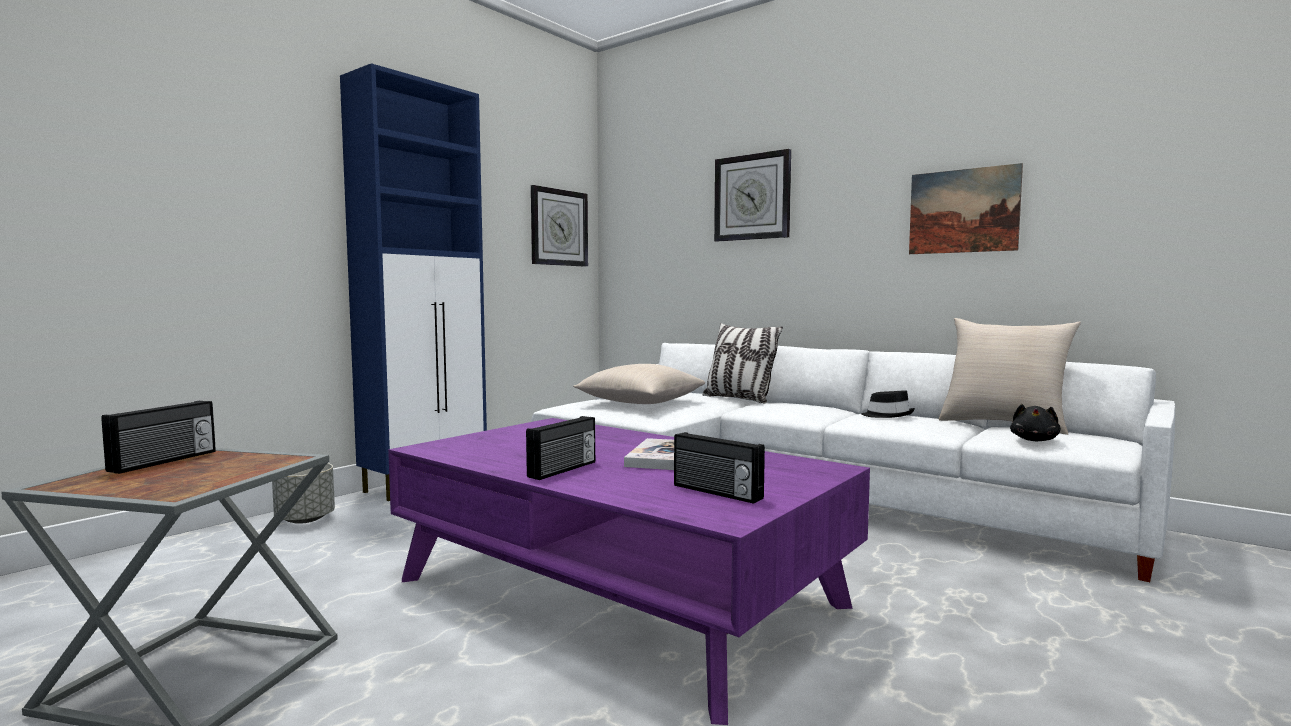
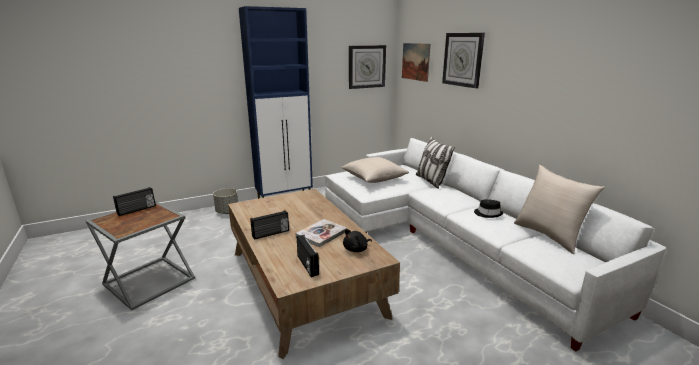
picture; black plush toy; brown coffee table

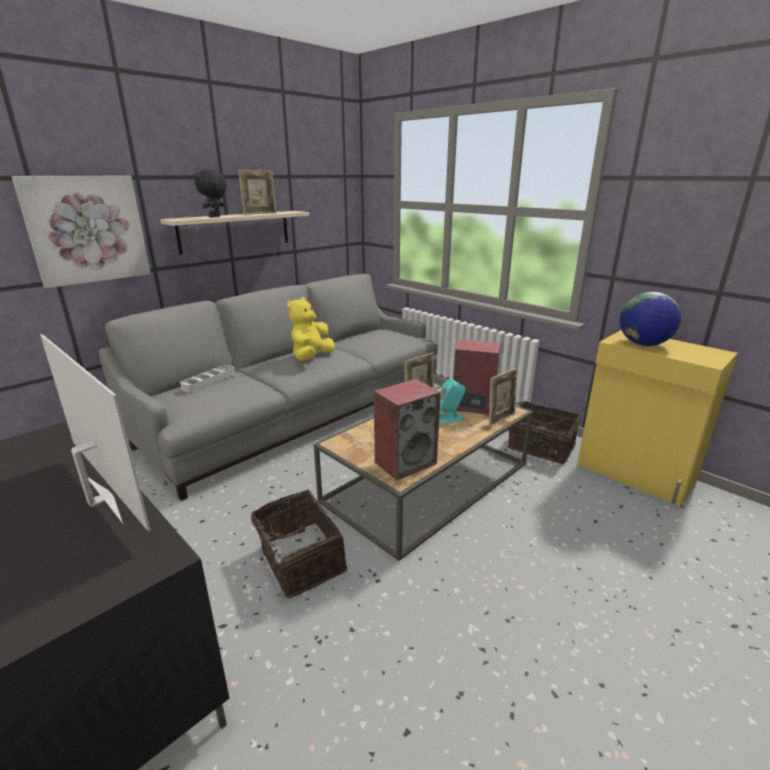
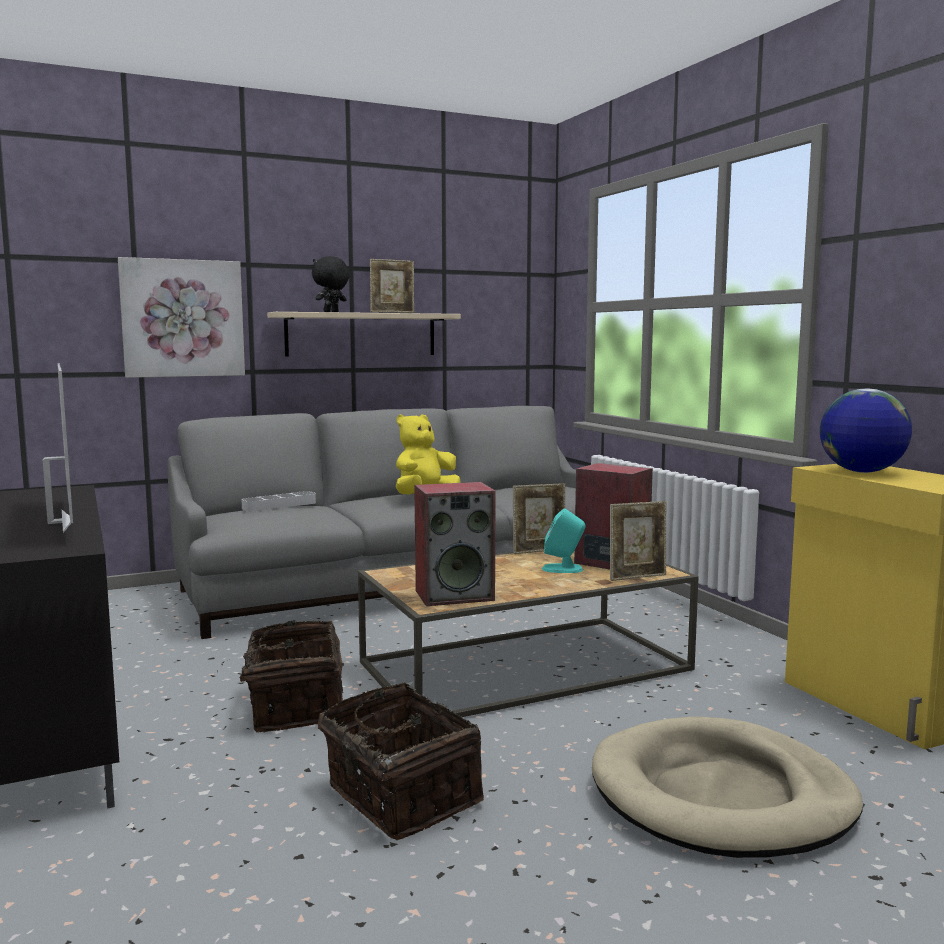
basket (no. 2 from left); beige dog bed

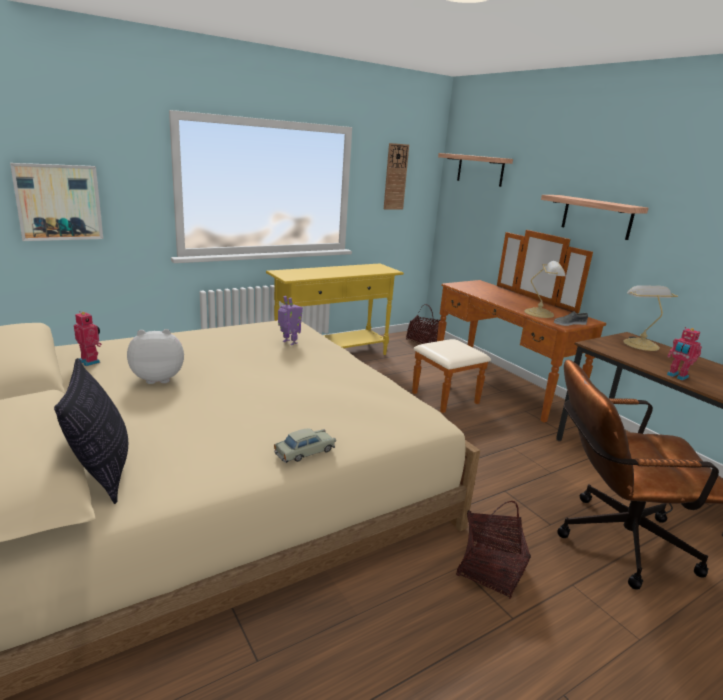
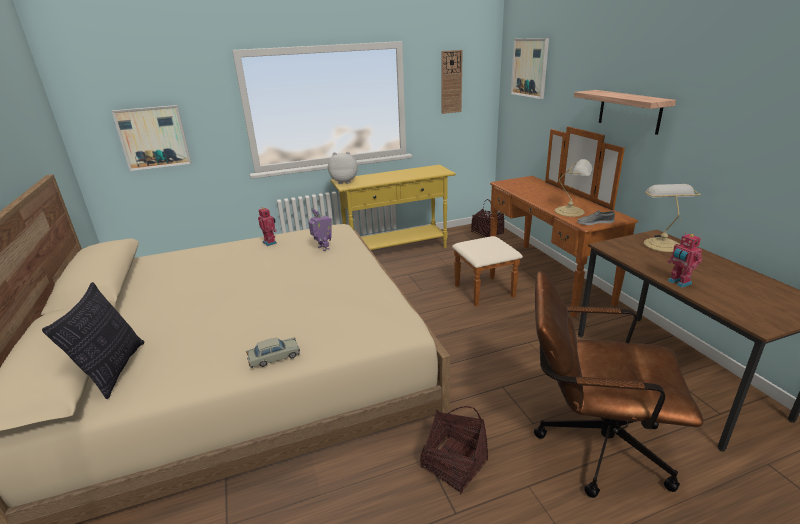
picture (no. 2 from left); toy robot (no. 1 from left); plush toy

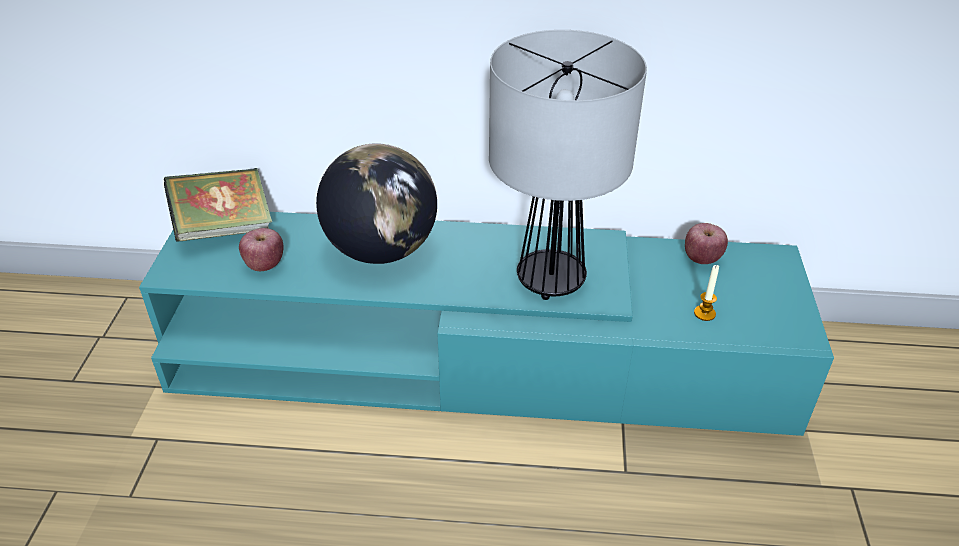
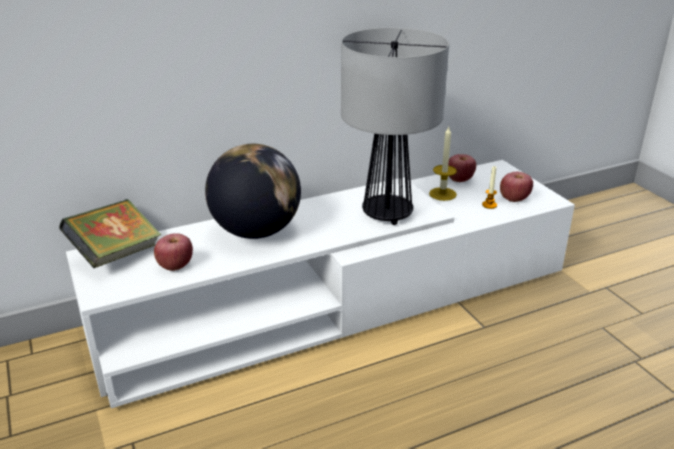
white tv stand; candle (no. 1 from left); apple (no. 3 from left)

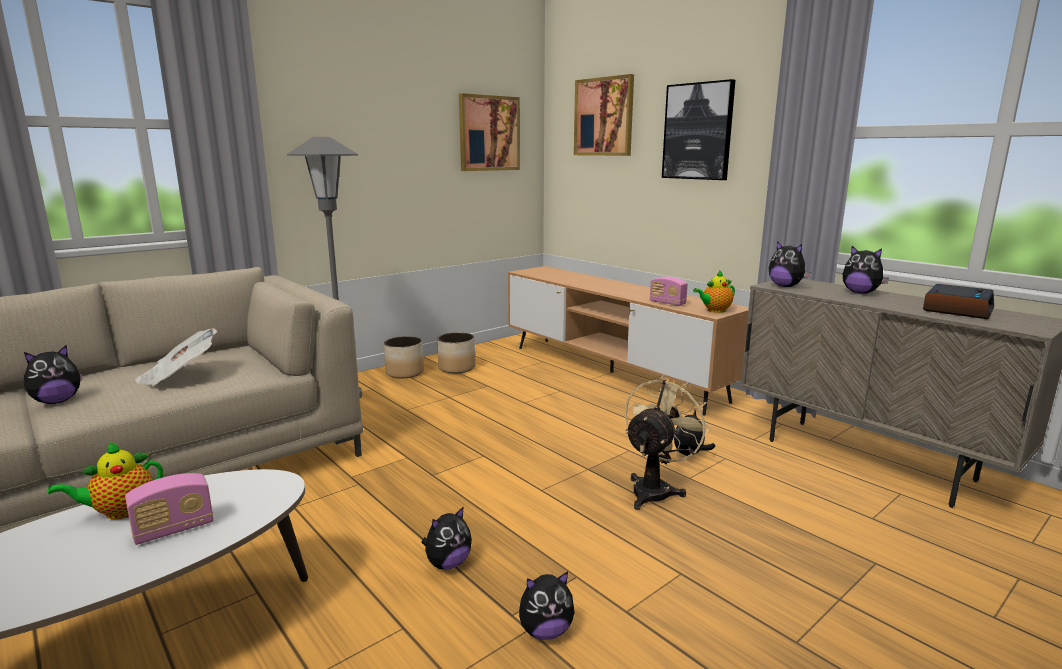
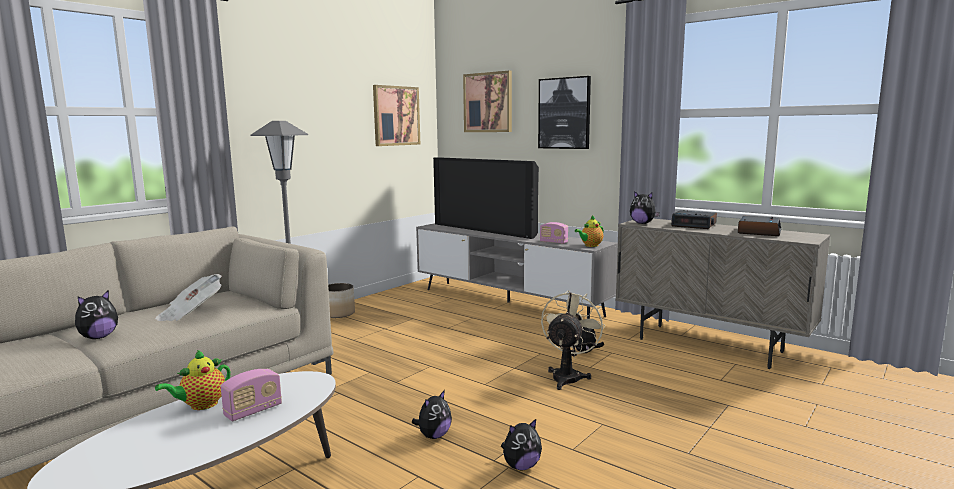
alarm clock (no. 1 from left); grey tv stand; planter (no. 2 from left in the first image); television

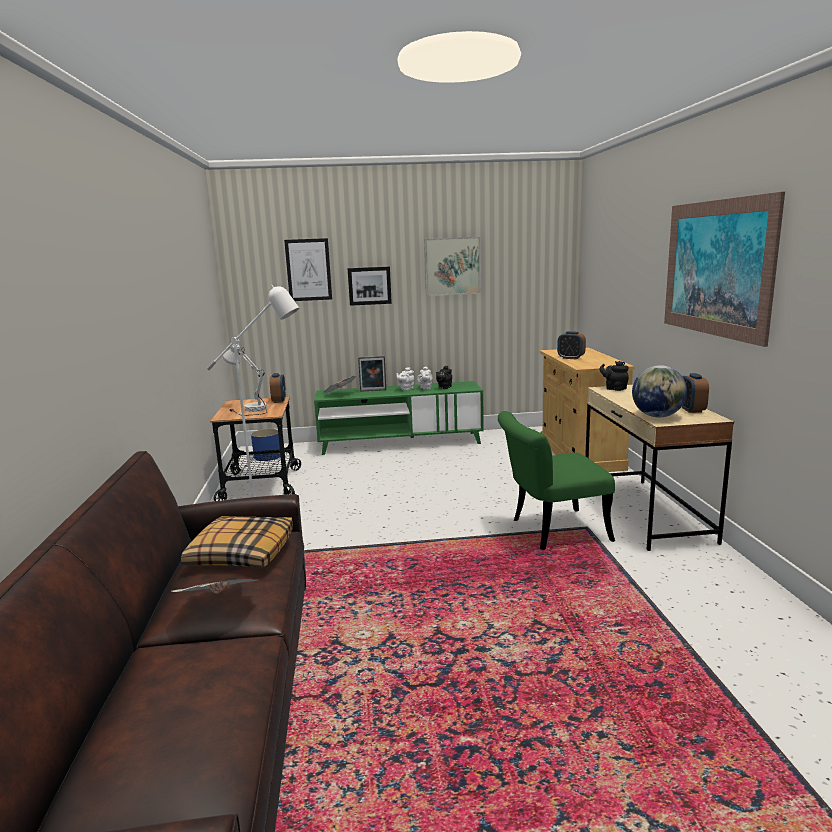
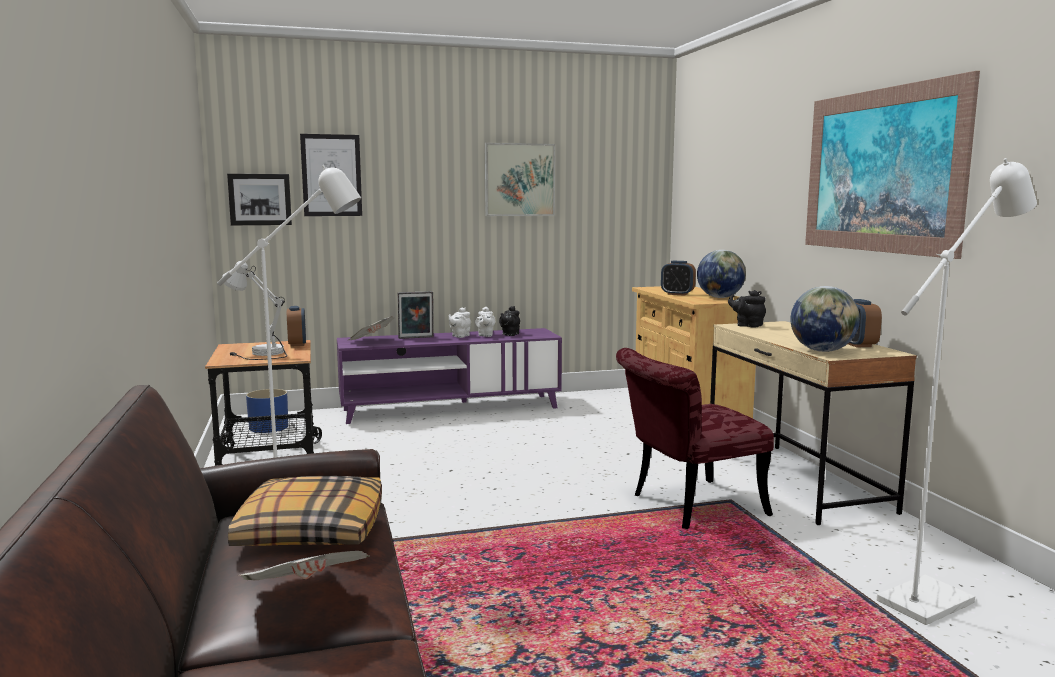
picture (no. 1 from left); purple tv stand; red chair; white floor lamp (no. 2 from left); globe (no. 1 from left)

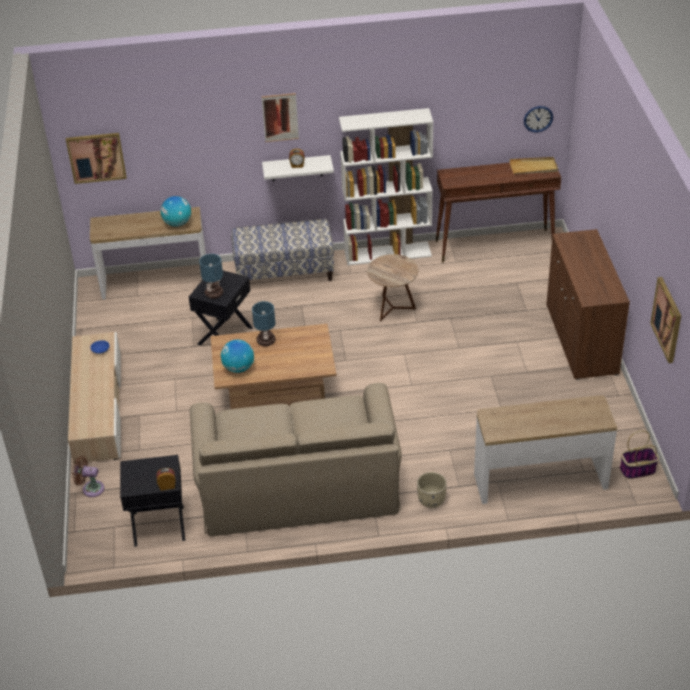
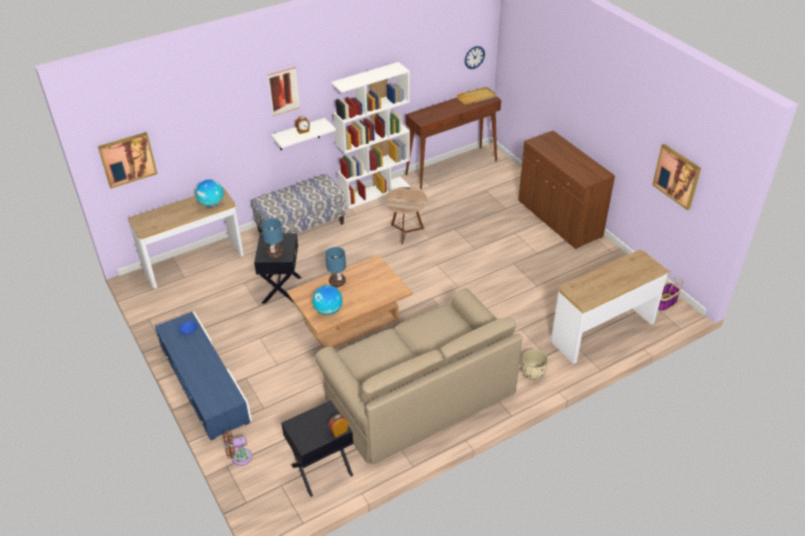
blue tv stand

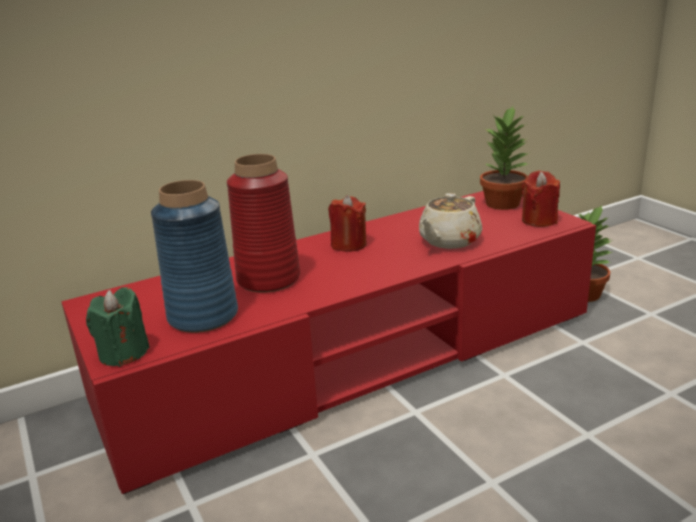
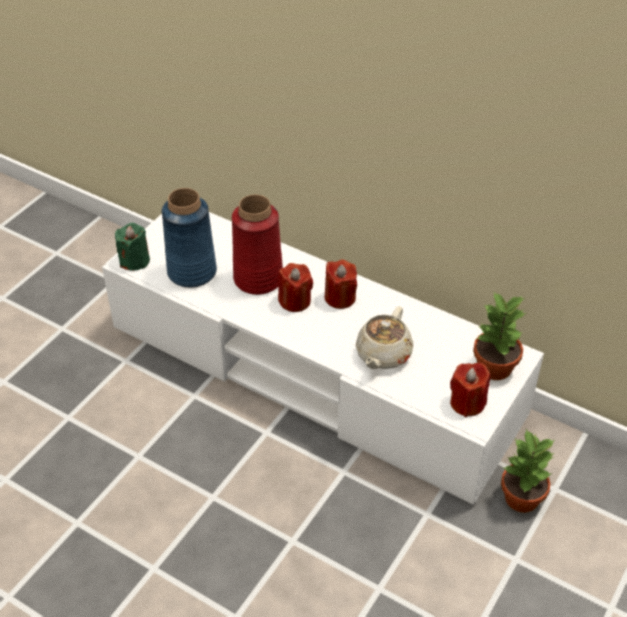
white tv stand; beige teapot; red candle (no. 1 from left)

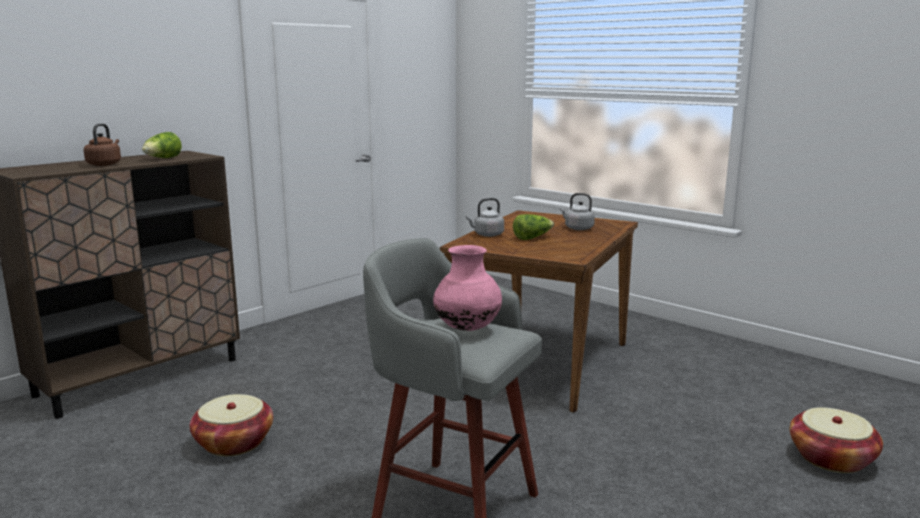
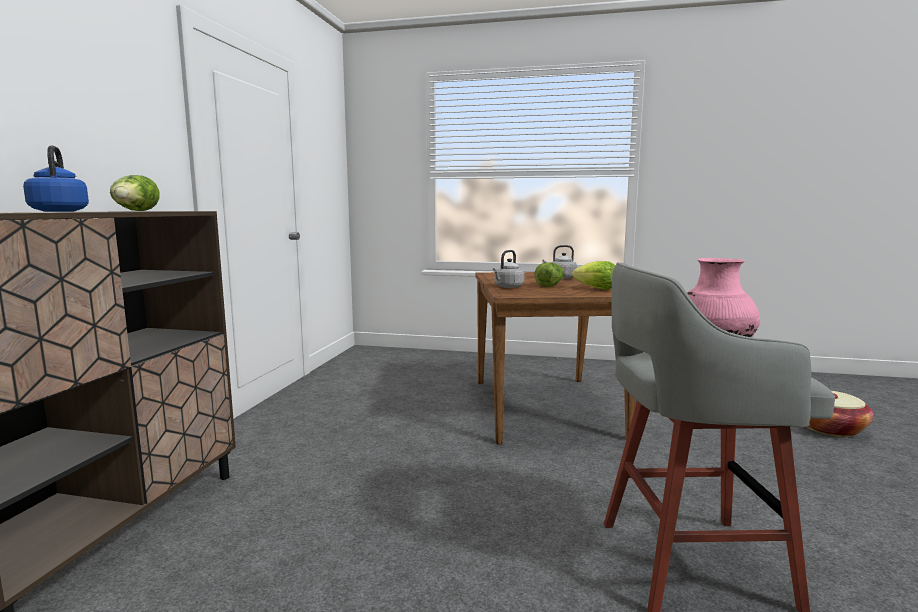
blue kettle; basket (no. 1 from left in the first image); lettuce (no. 3 from left)

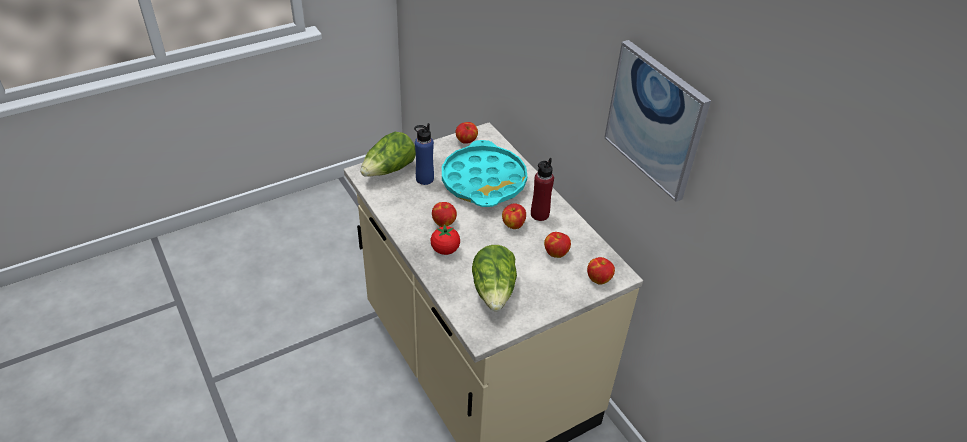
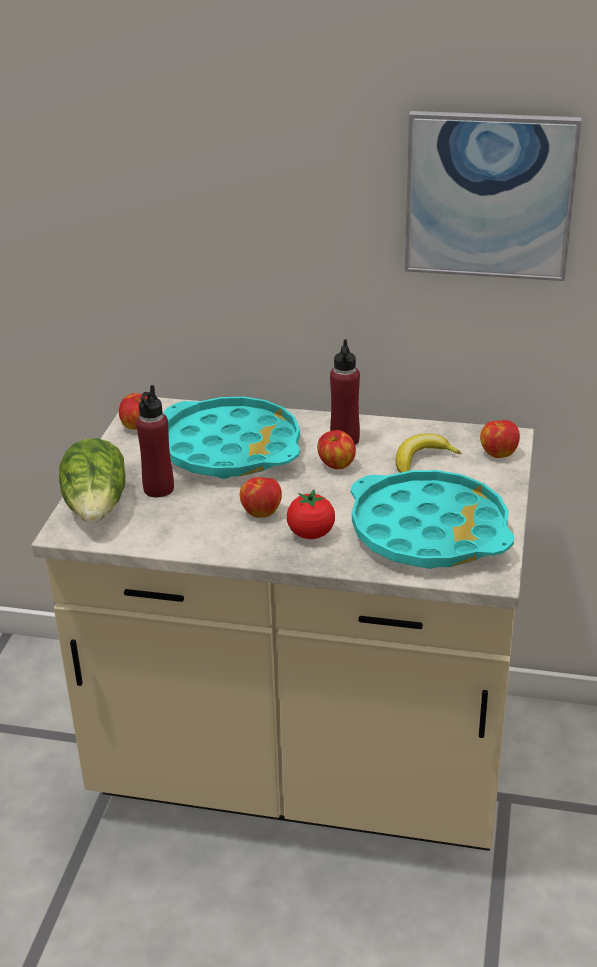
red bottle (no. 1 from left); banana; turquoise tray (no. 2 from left)

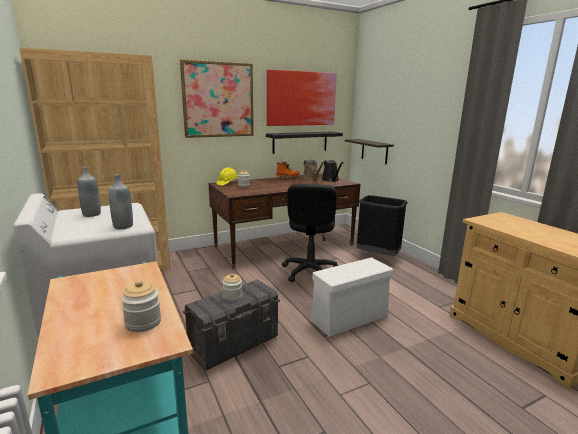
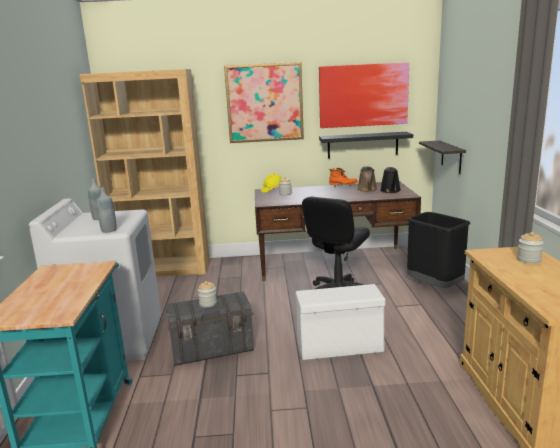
jar (no. 3 from left)

